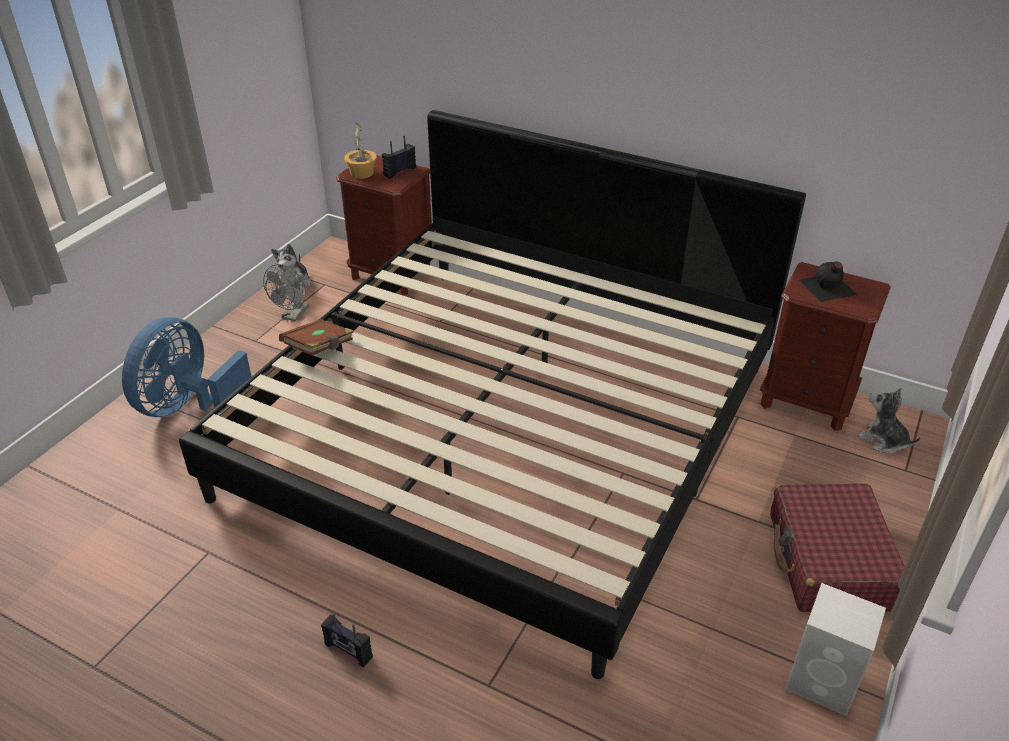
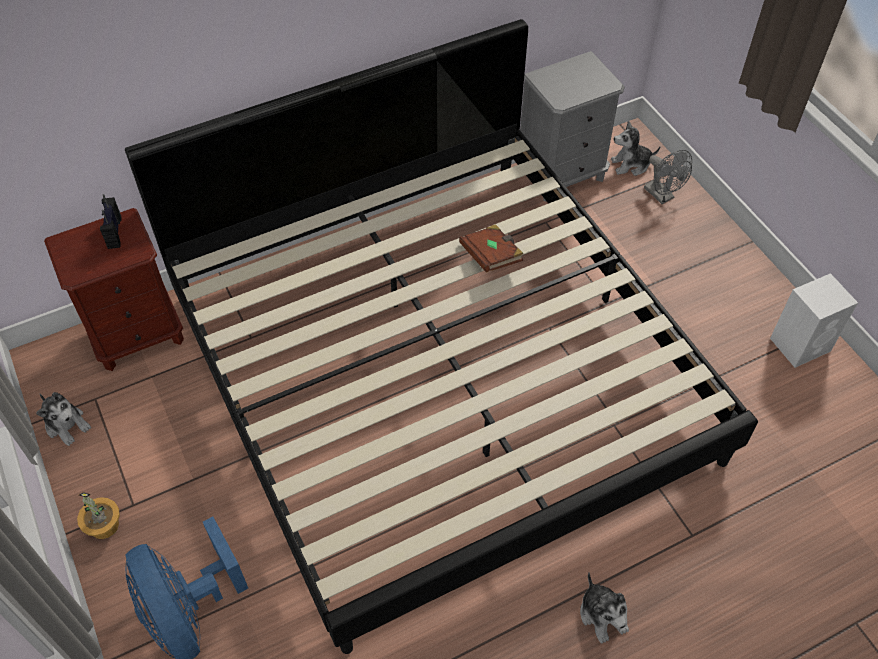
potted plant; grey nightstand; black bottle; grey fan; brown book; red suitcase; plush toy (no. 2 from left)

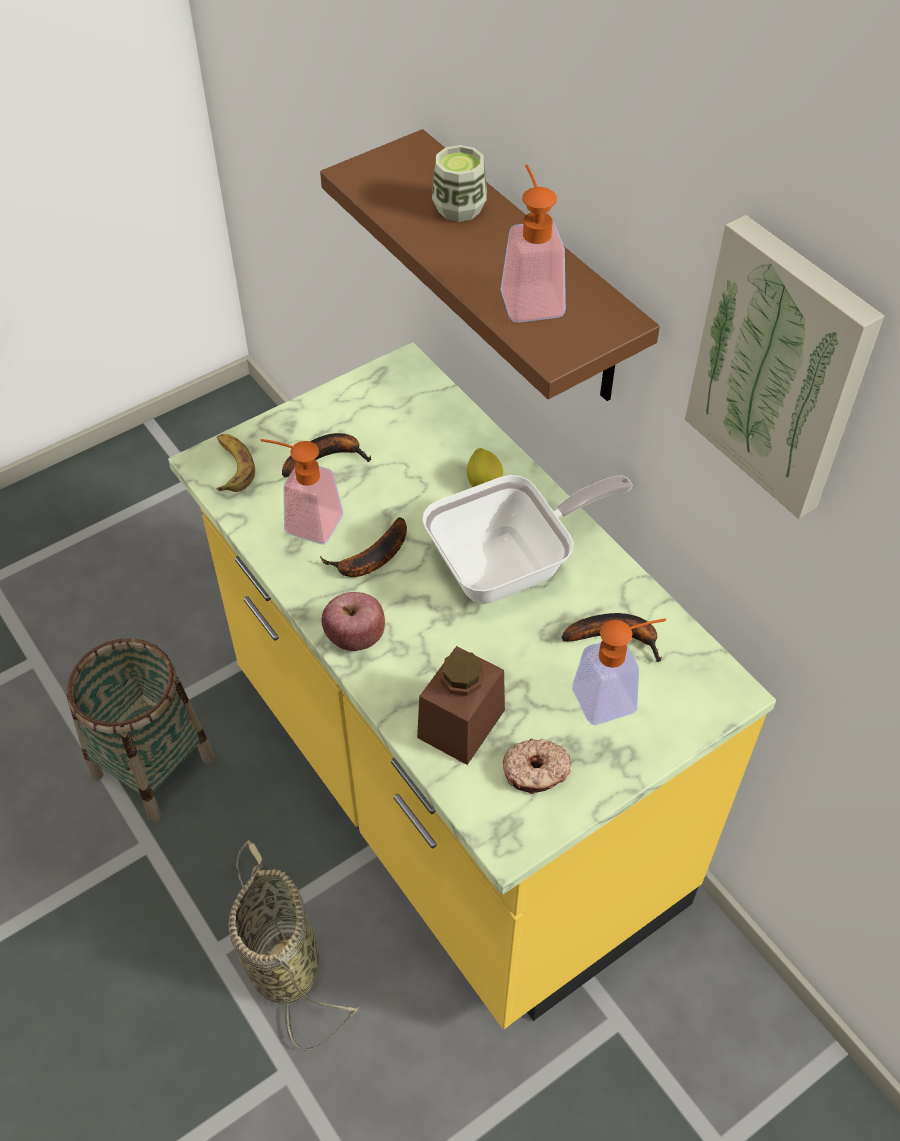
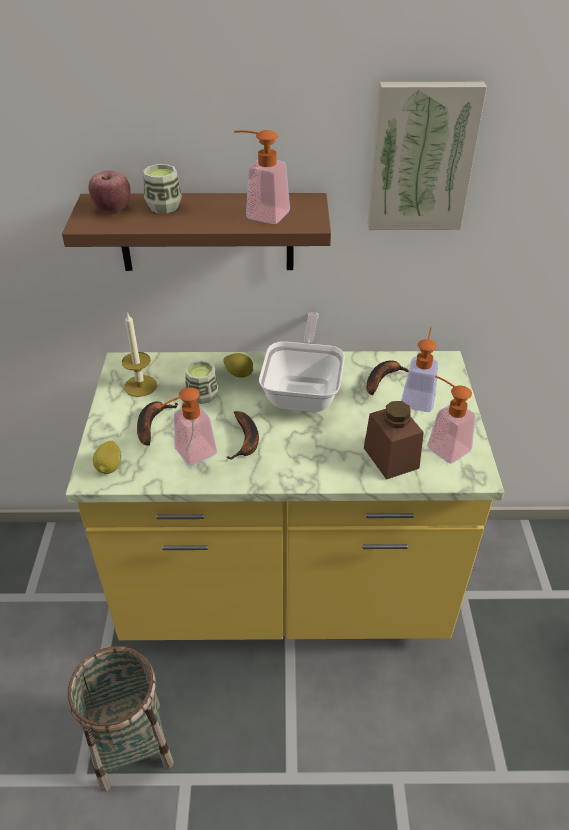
lemon (no. 1 from left); apple; soap dispenser (no. 4 from left); basket (no. 2 from left in the first image); candle; cup (no. 2 from left)

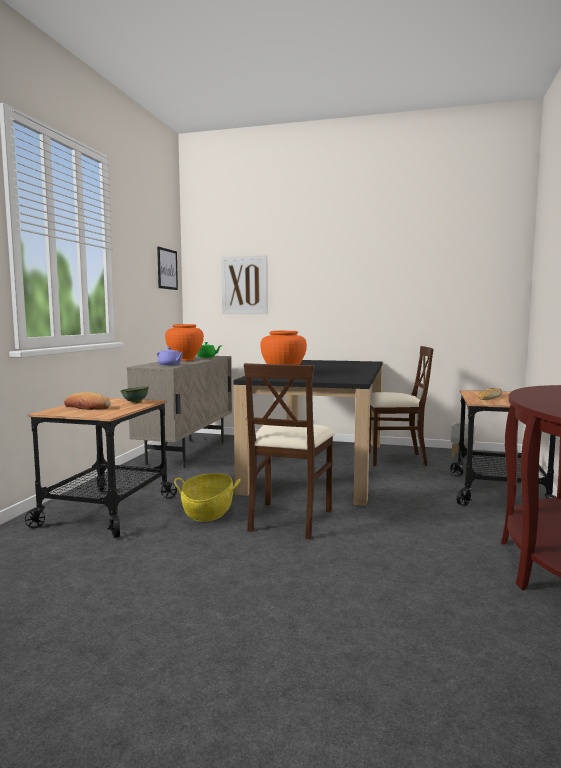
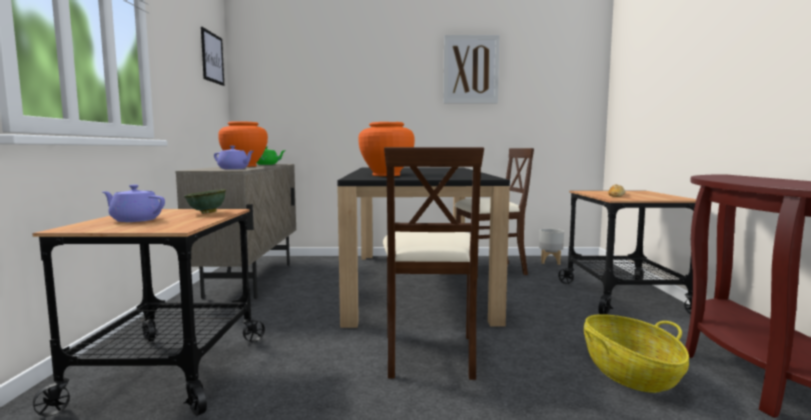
picture (no. 2 from left); purple teapot (no. 1 from left); basket

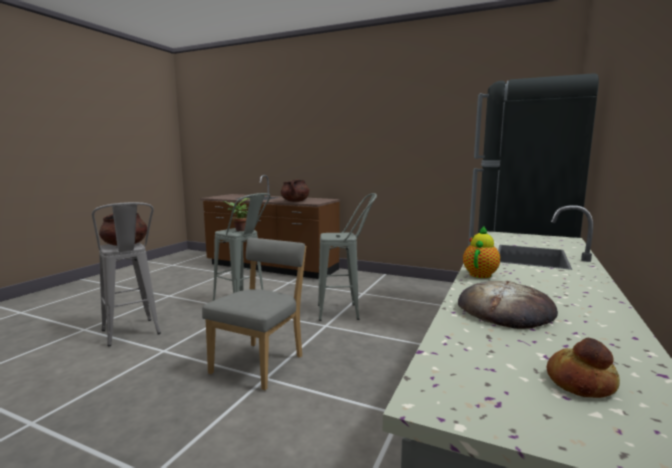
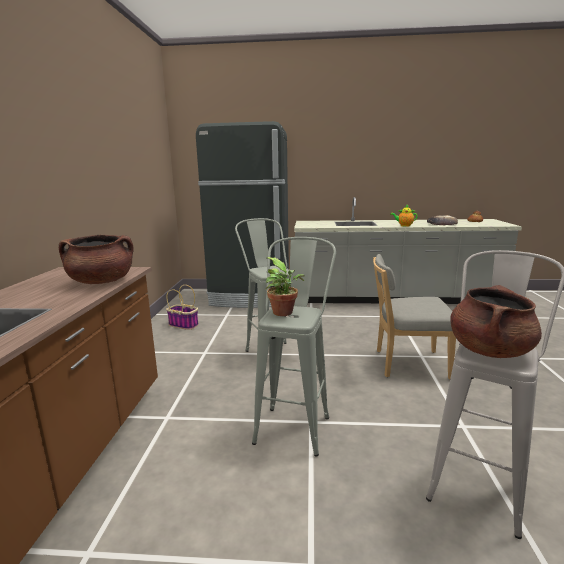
basket

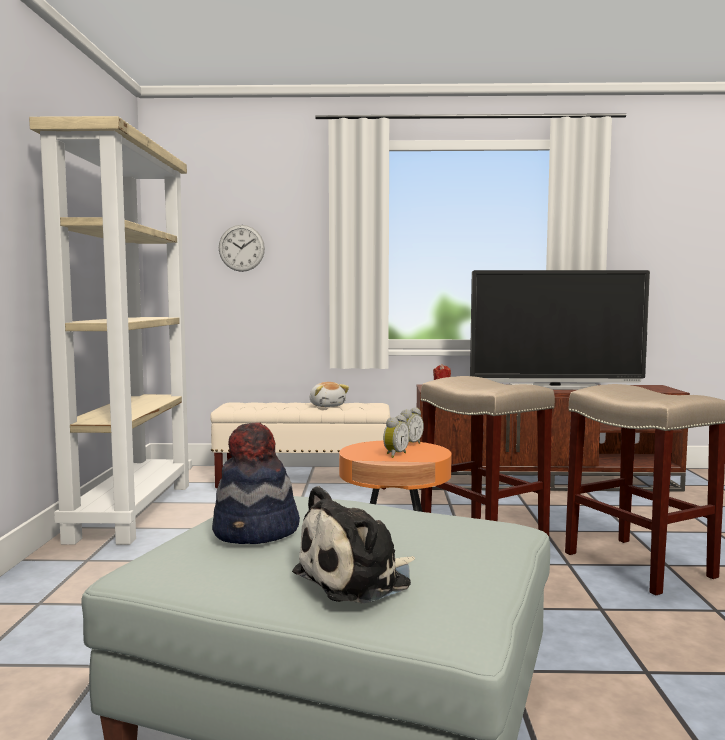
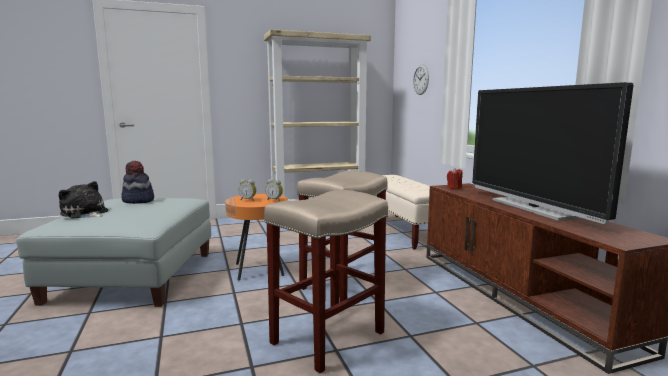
plush toy (no. 1 from left in the first image)

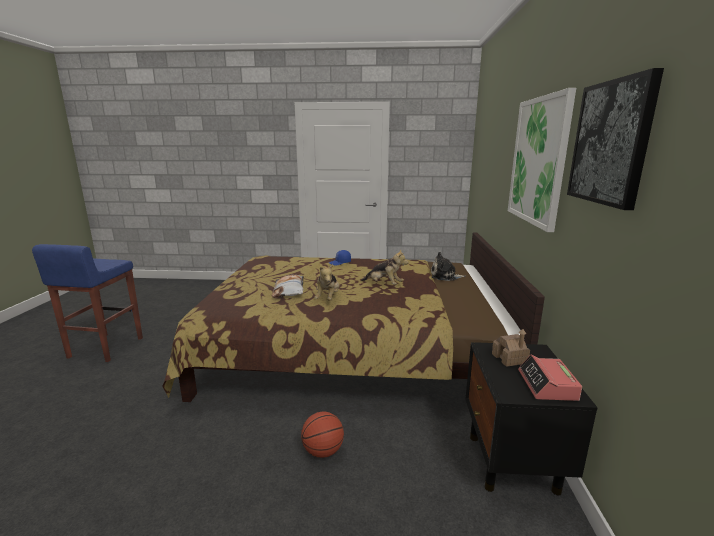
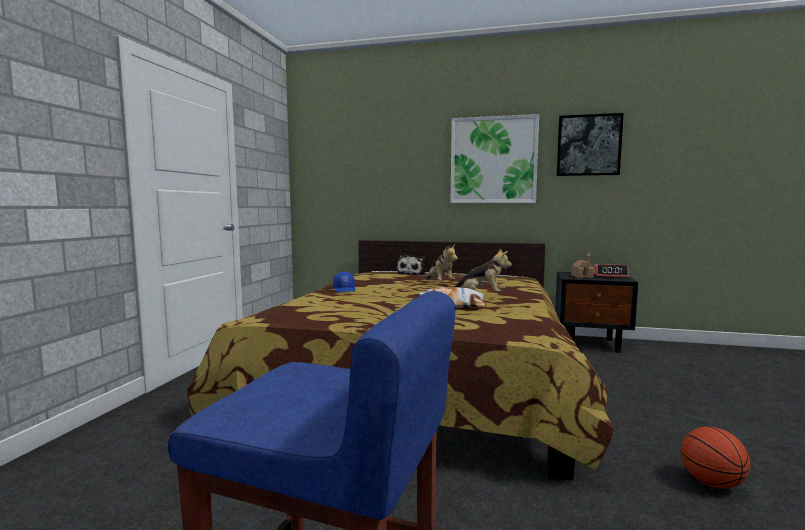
plush toy (no. 2 from left); basketball

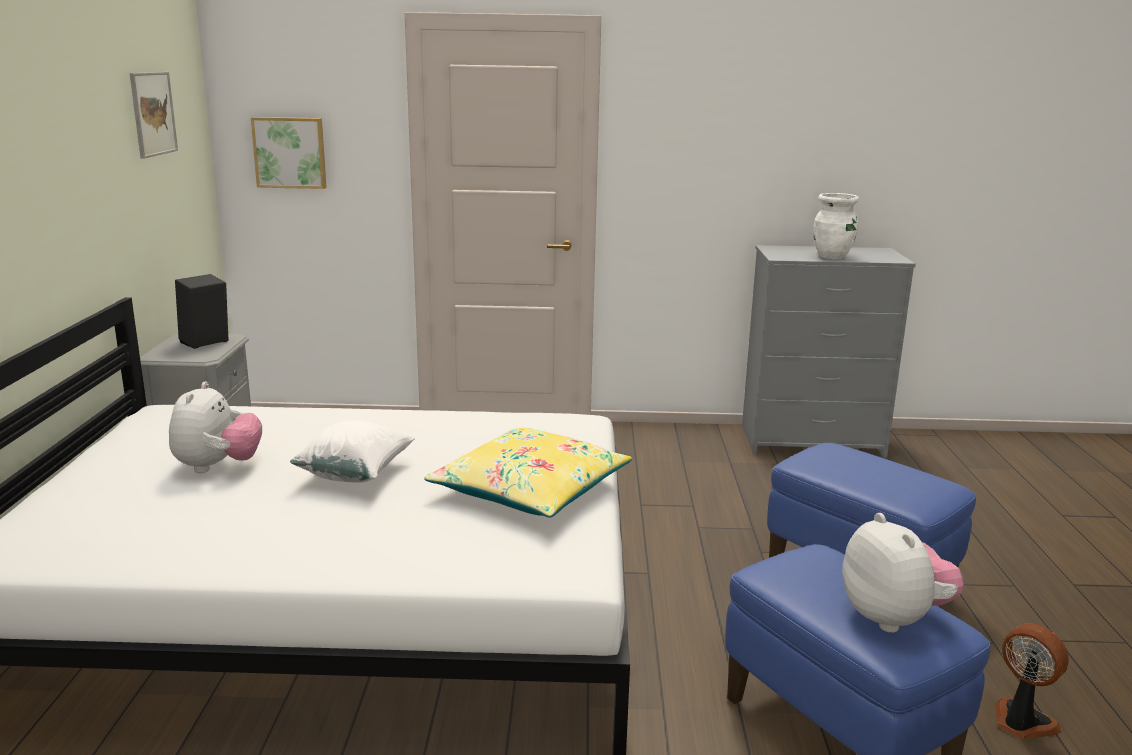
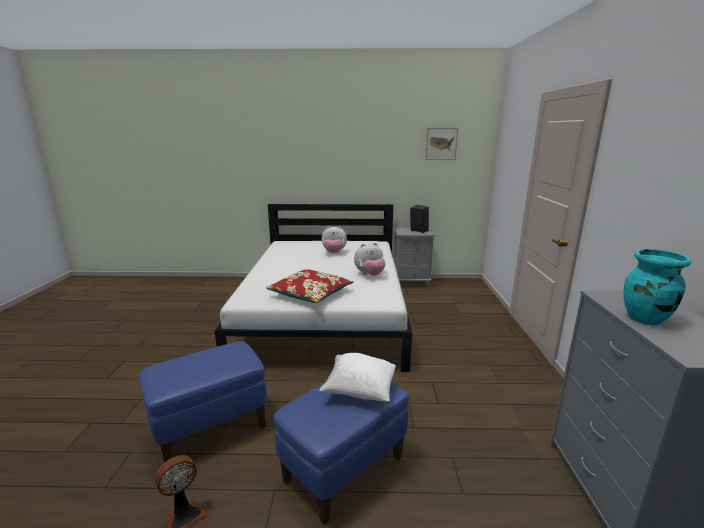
picture (no. 2 from left in the first image); turquoise vase; white pillow; red pillow; plush toy (no. 2 from left)

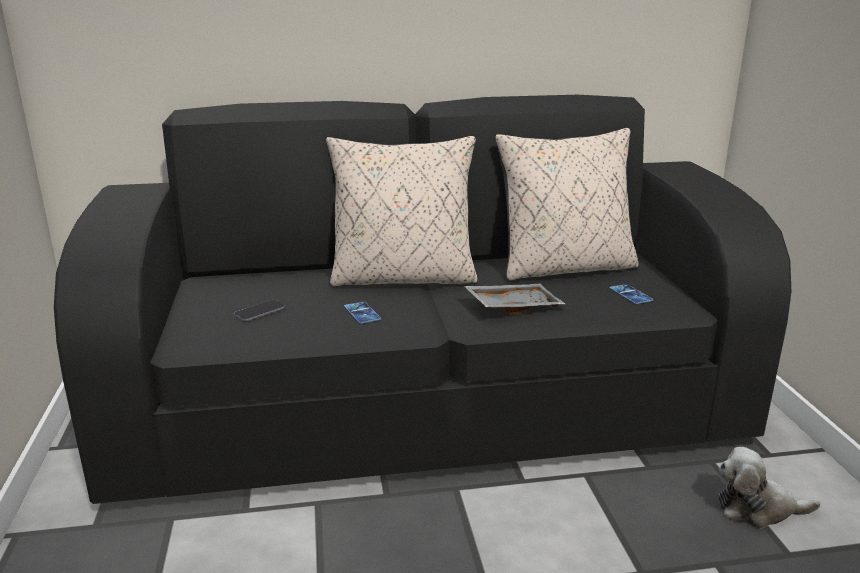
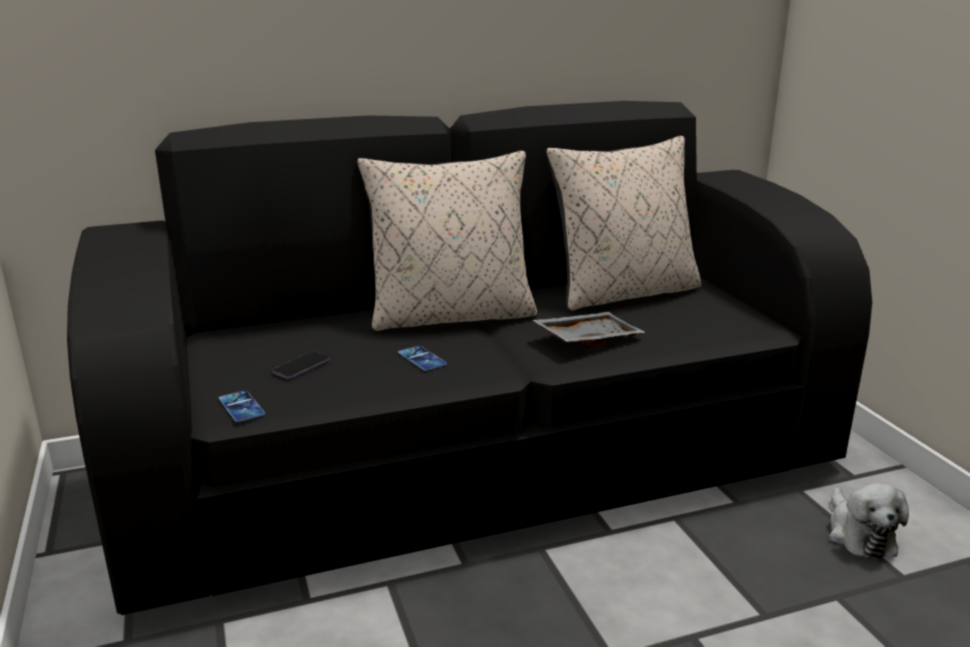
phone (no. 1 from left); plush toy

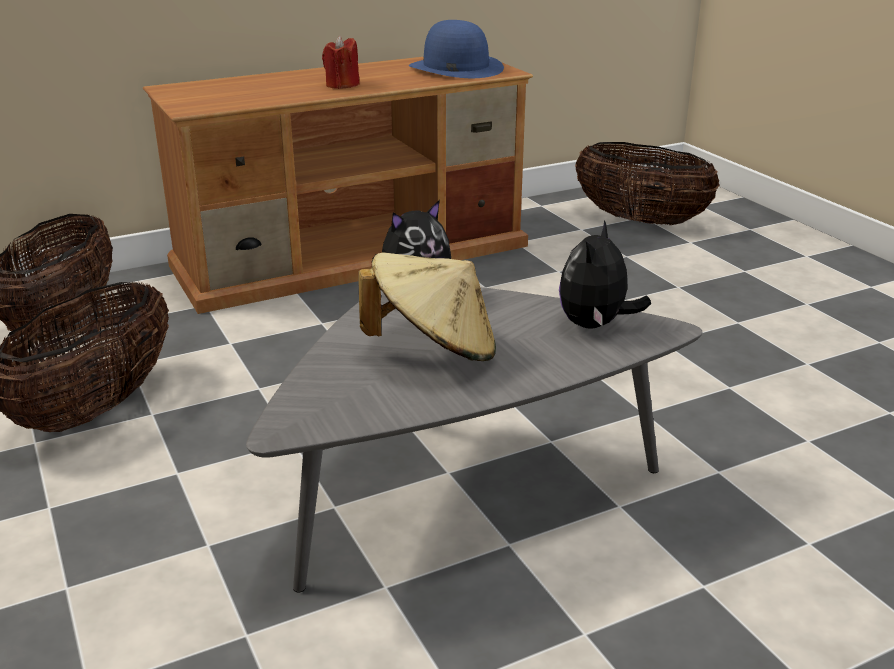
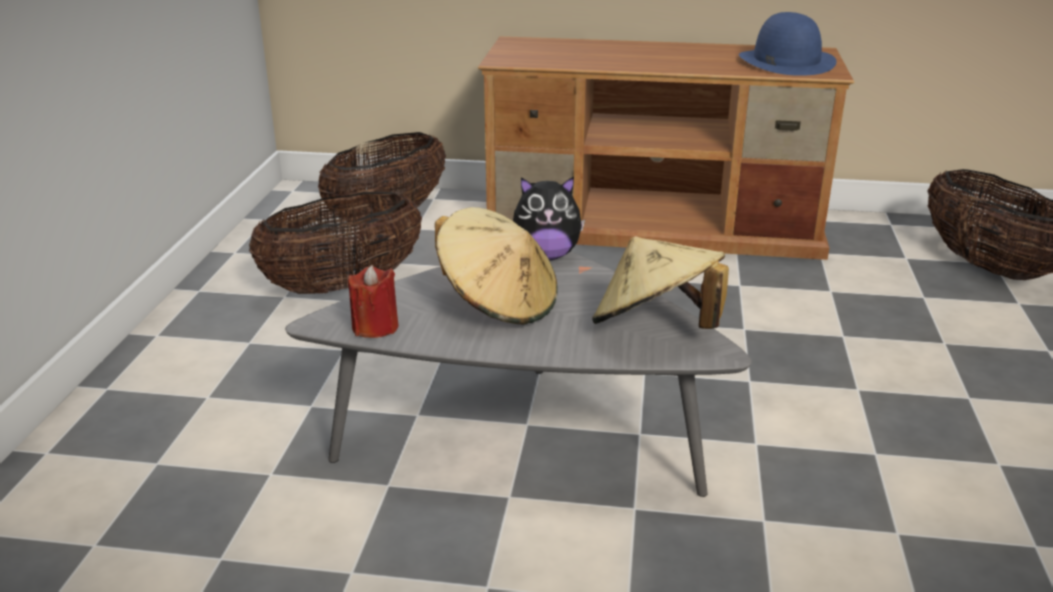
red candle; beige hat (no. 2 from left)

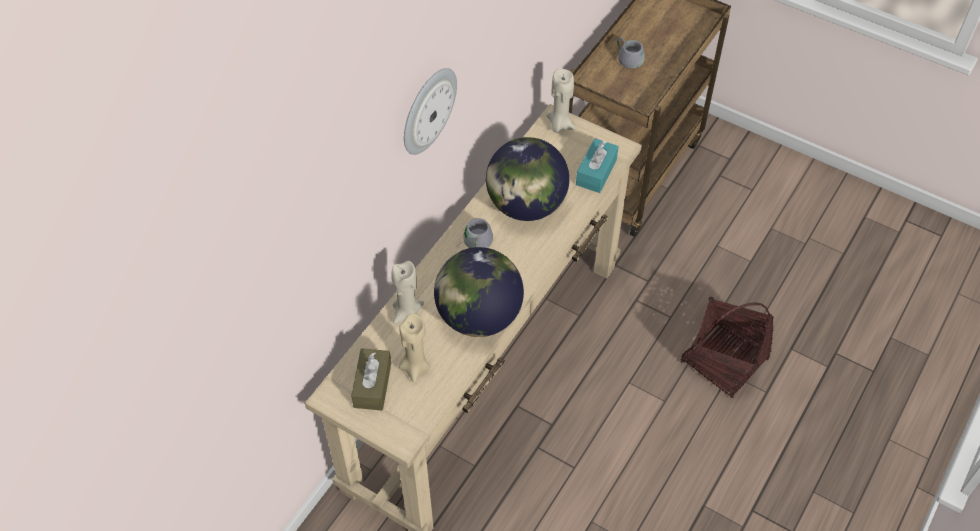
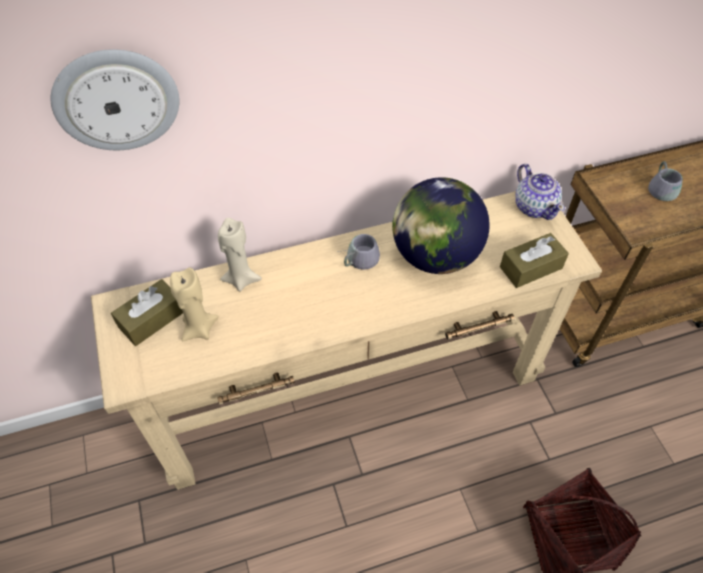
wall clock; teapot; brown tissue box (no. 2 from left); globe (no. 1 from left in the first image)

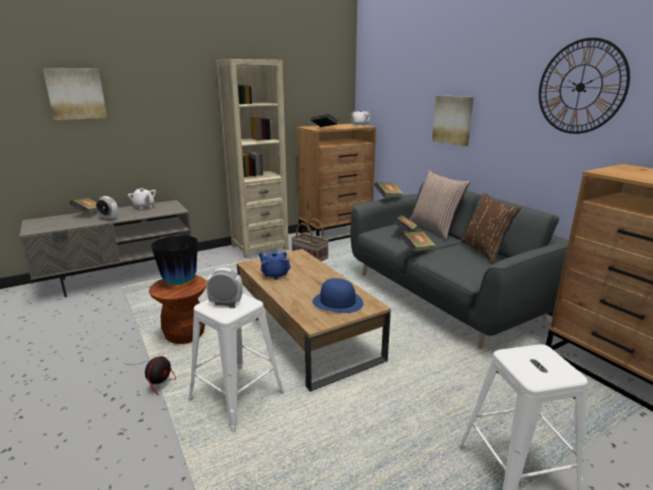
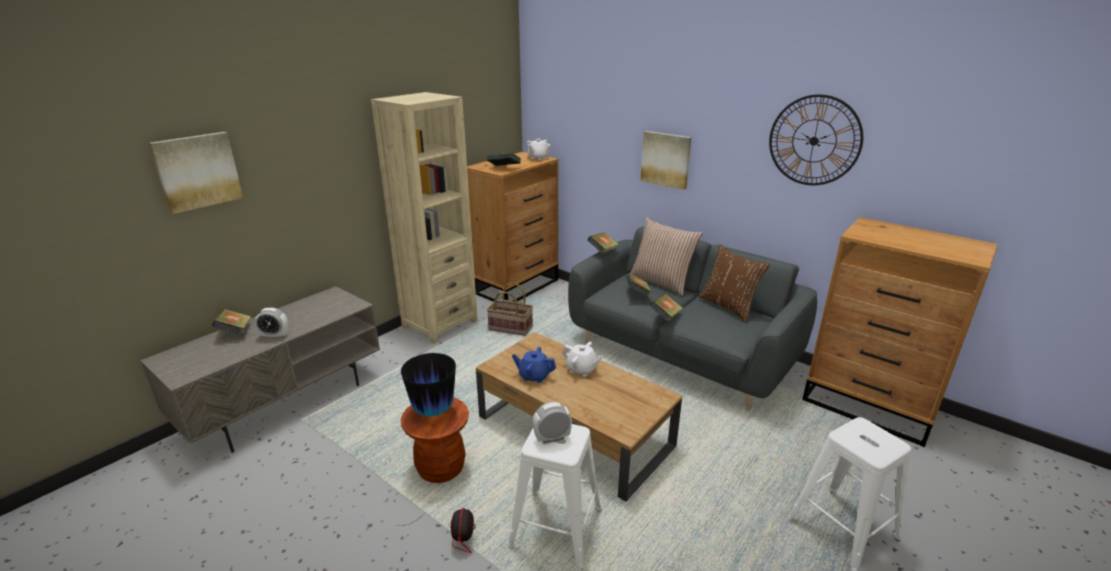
white teapot (no. 2 from left); blue hat

